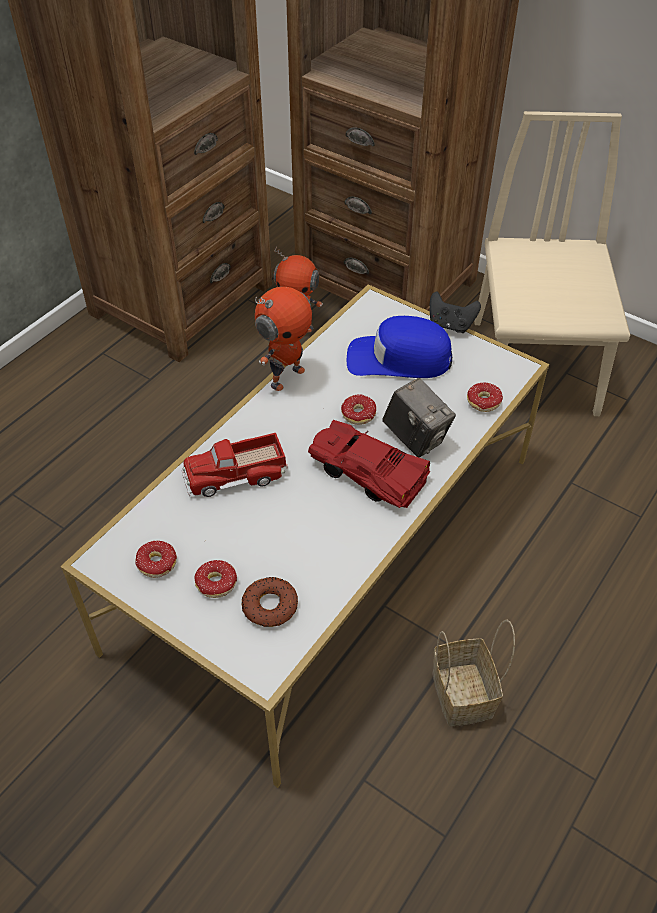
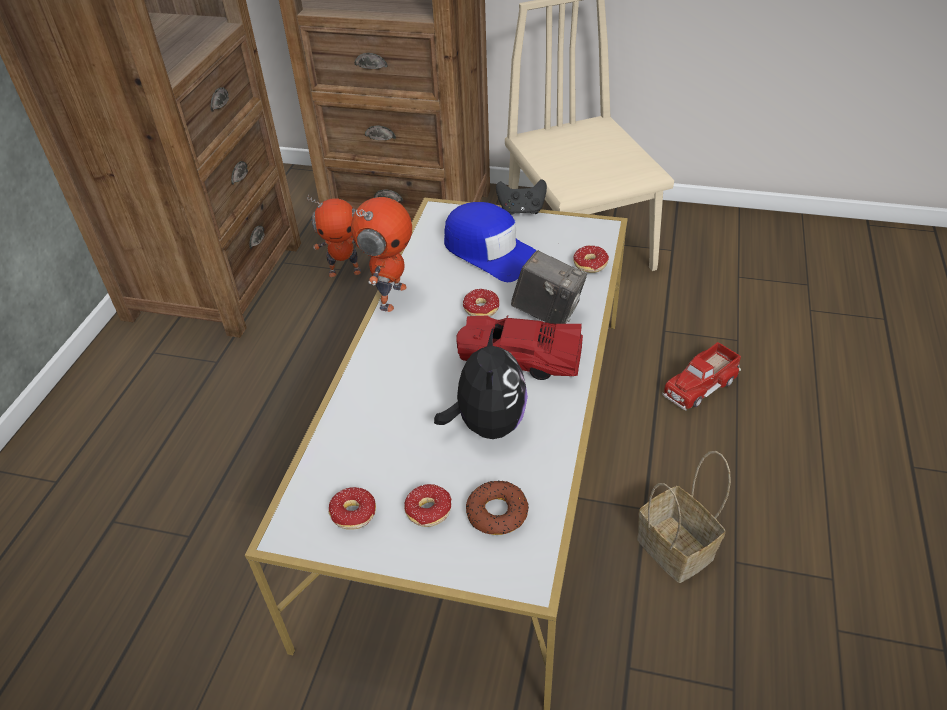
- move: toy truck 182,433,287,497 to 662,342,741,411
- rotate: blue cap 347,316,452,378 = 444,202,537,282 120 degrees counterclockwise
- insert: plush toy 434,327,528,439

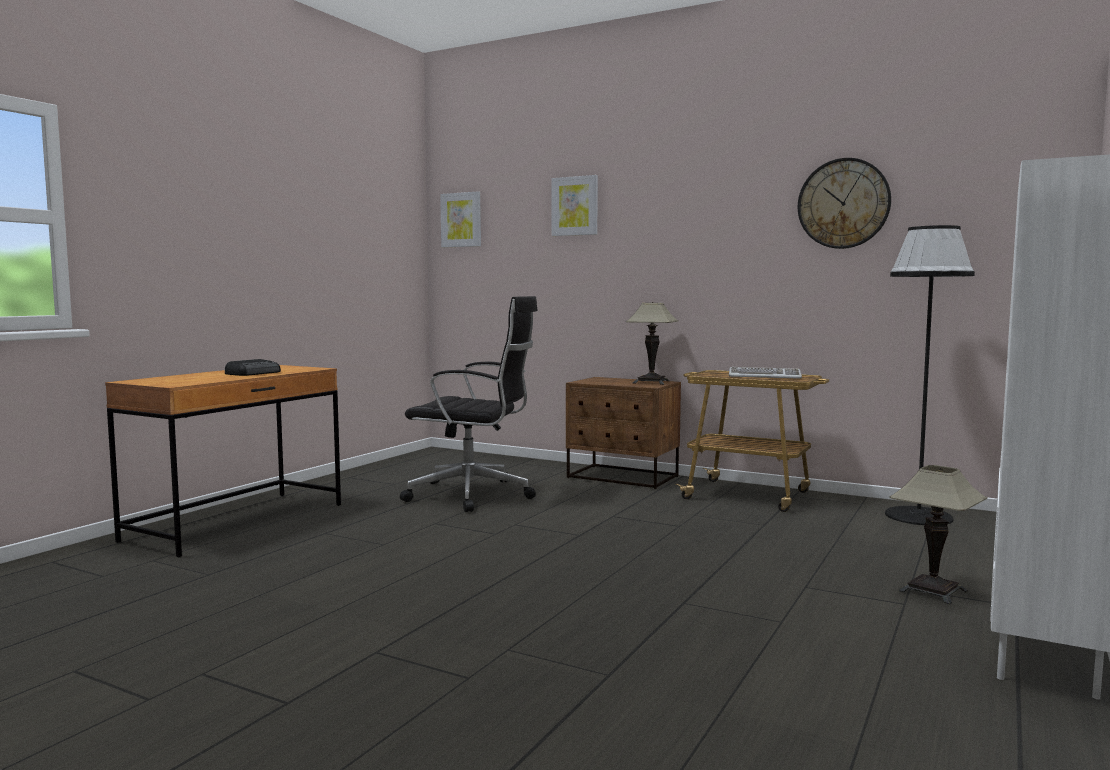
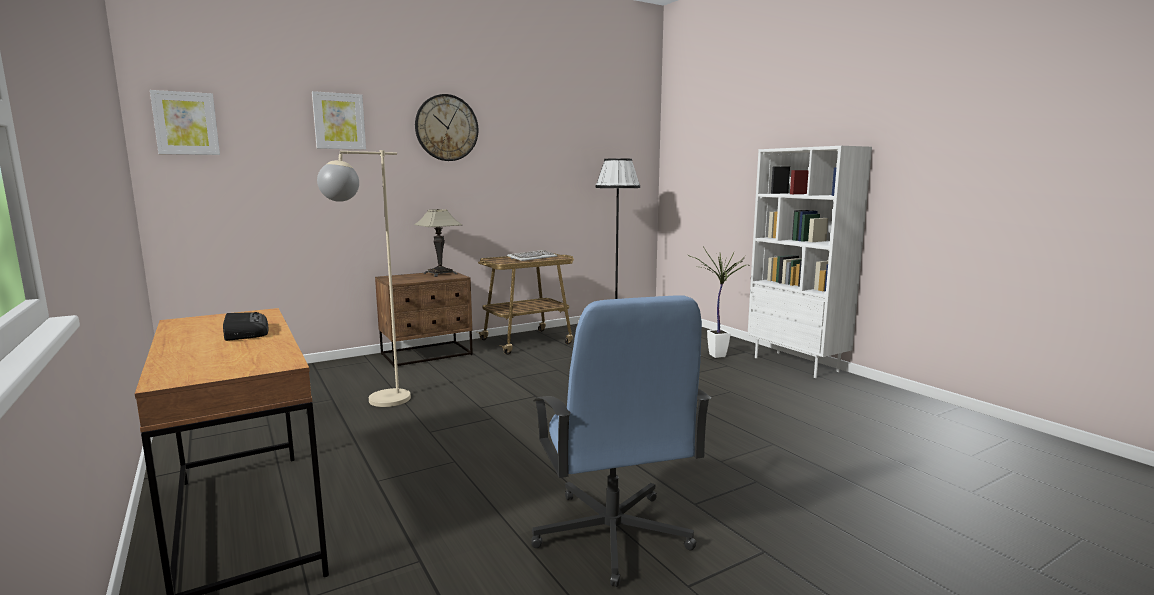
- replace: black office chair 400,296,538,512 to beige floor lamp 317,150,411,407
- move: wall clock 798,158,891,249 to 415,94,478,161
- replace: table lamp 889,465,987,605 to potted plant 687,246,746,358
- insert: blue office chair 531,296,711,587

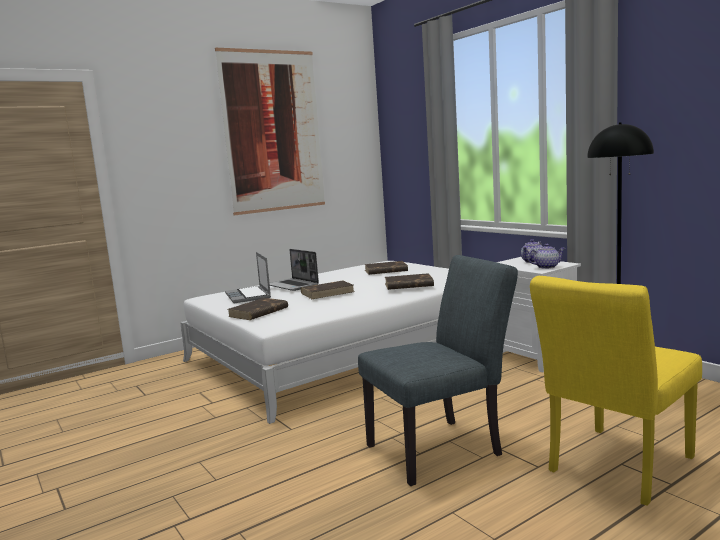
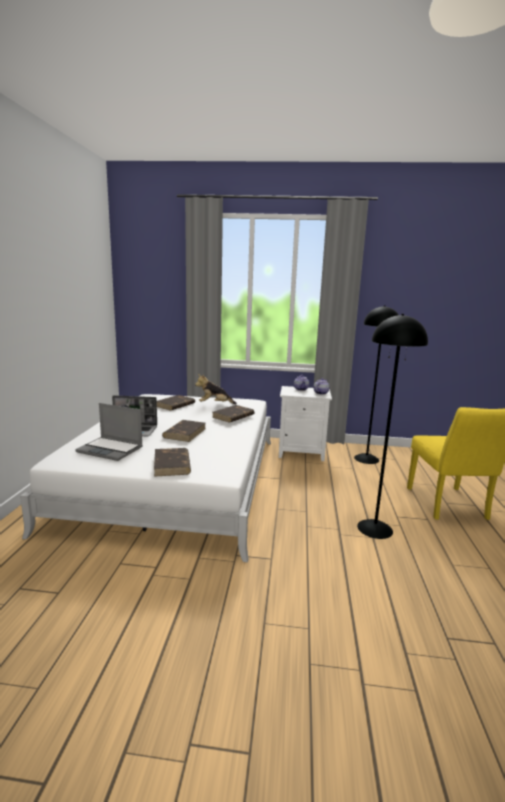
- delete: picture 215,48,325,215
- replace: grey chair 358,255,518,486 to black floor lamp 357,314,428,539
- insert: plush toy 195,374,237,404

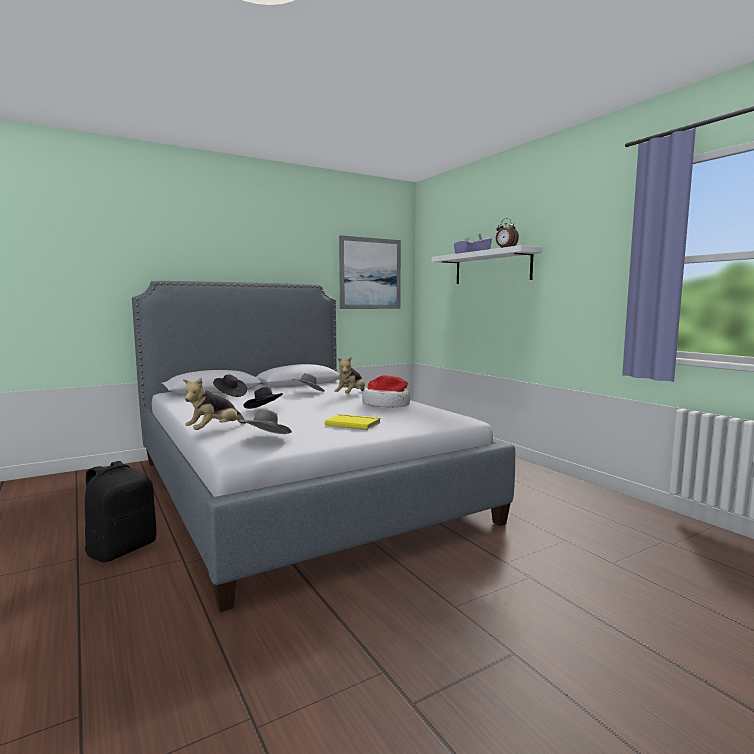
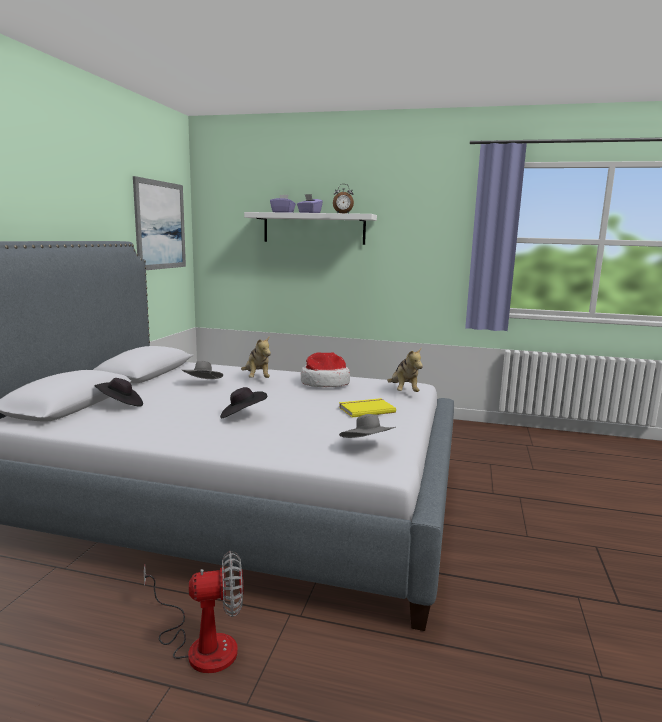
- replace: black backpack 85,461,157,562 to fan 144,551,243,673
- move: plush toy 183,378,246,430 to 387,347,423,392

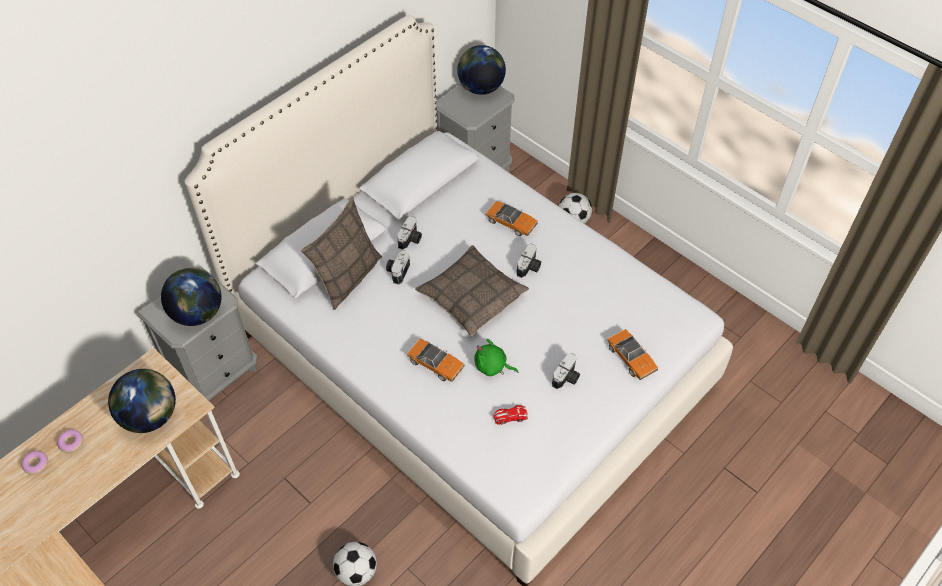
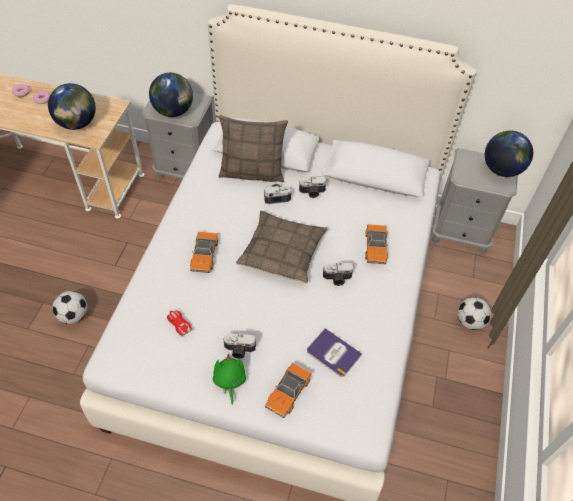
- move: green plush toy 474,339,518,376 to 213,354,246,405
- insert: book 307,328,362,377

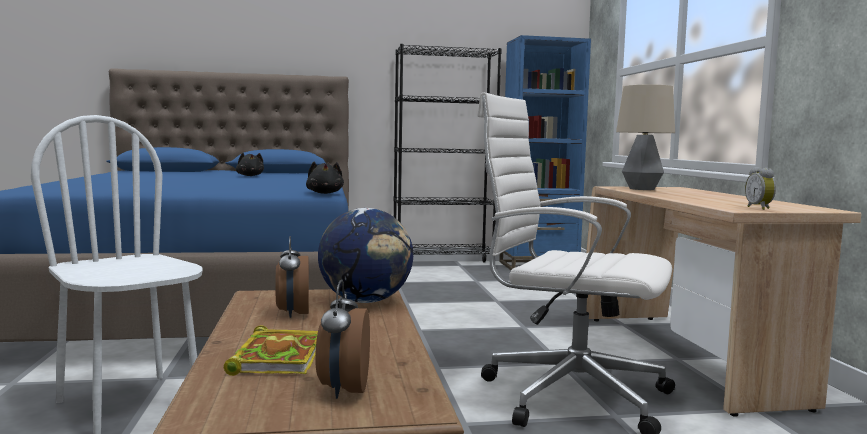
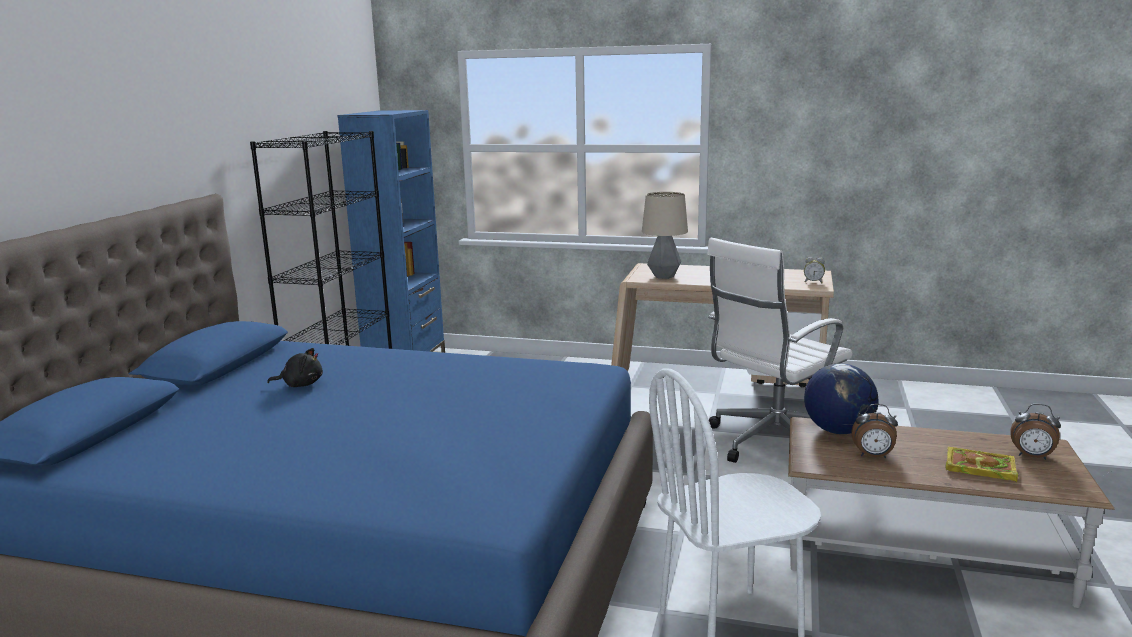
- delete: black plush toy 306,161,344,194

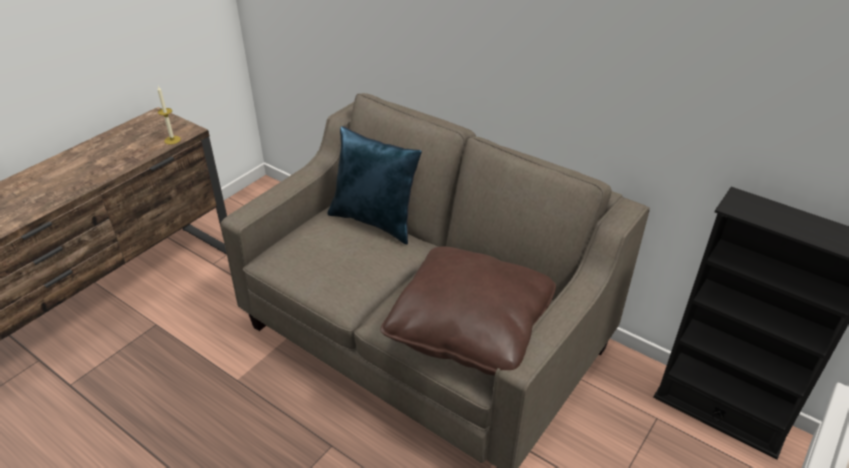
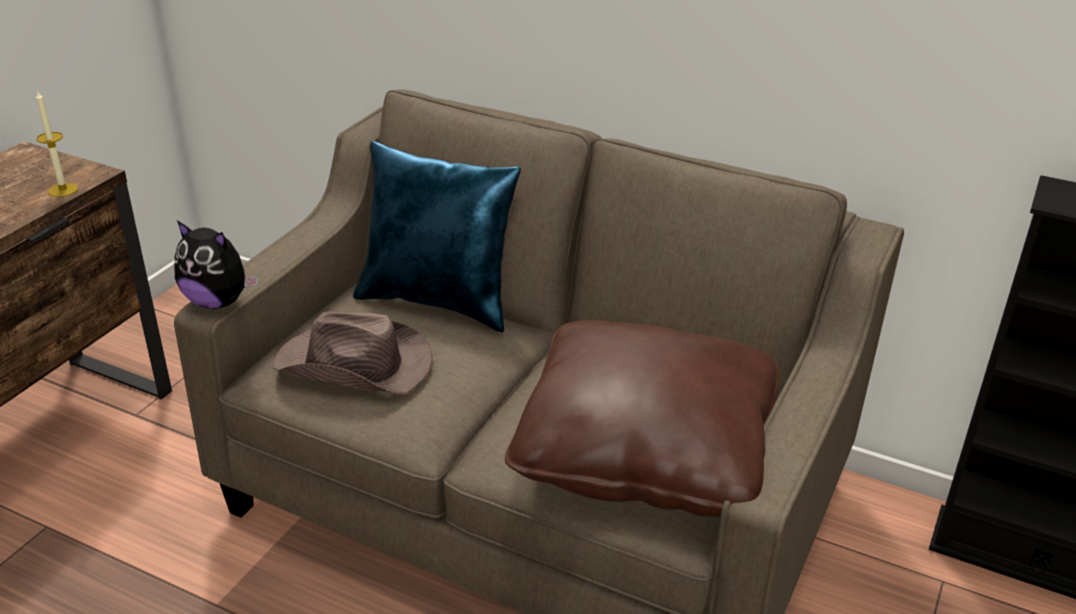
- insert: plush toy 174,220,258,309
- insert: brown hat 273,311,433,394

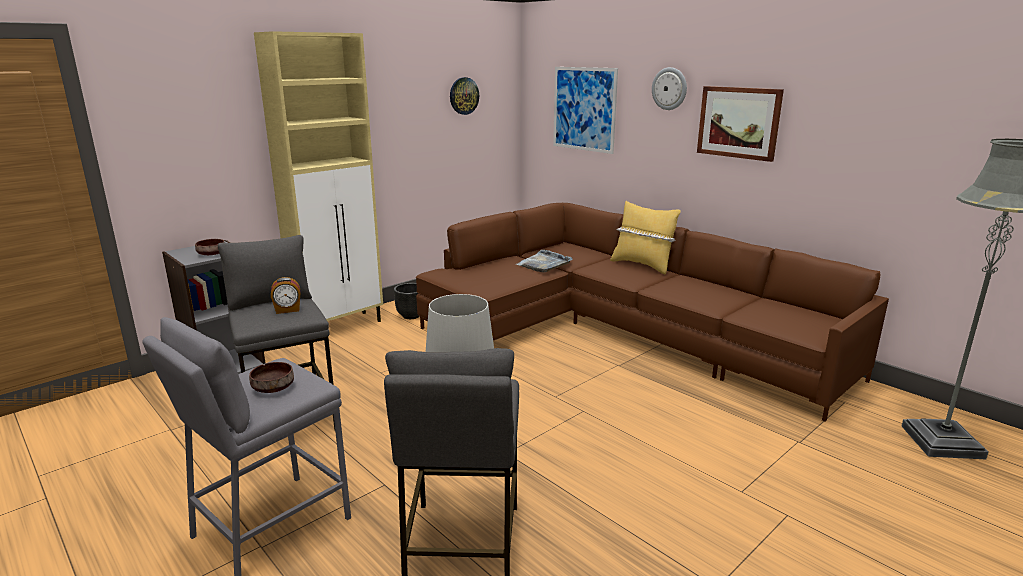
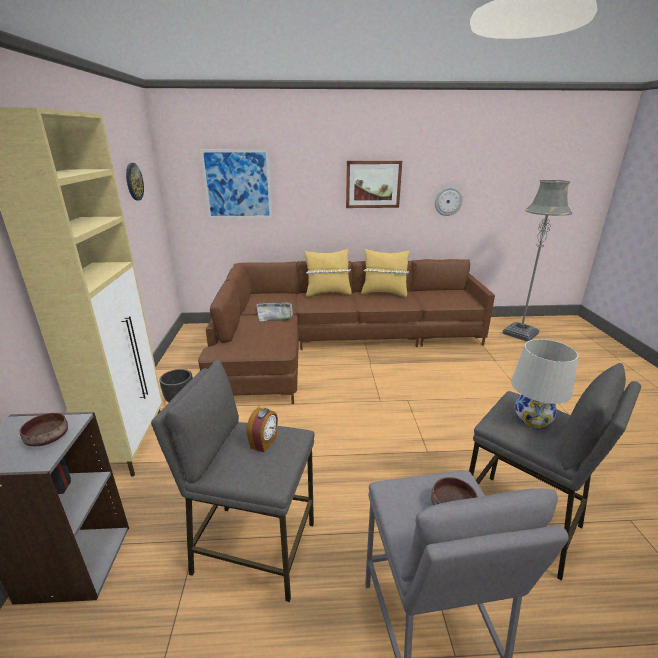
- move: wall clock 652,67,687,110 to 435,187,463,216
- insert: yellow pillow 361,249,410,297

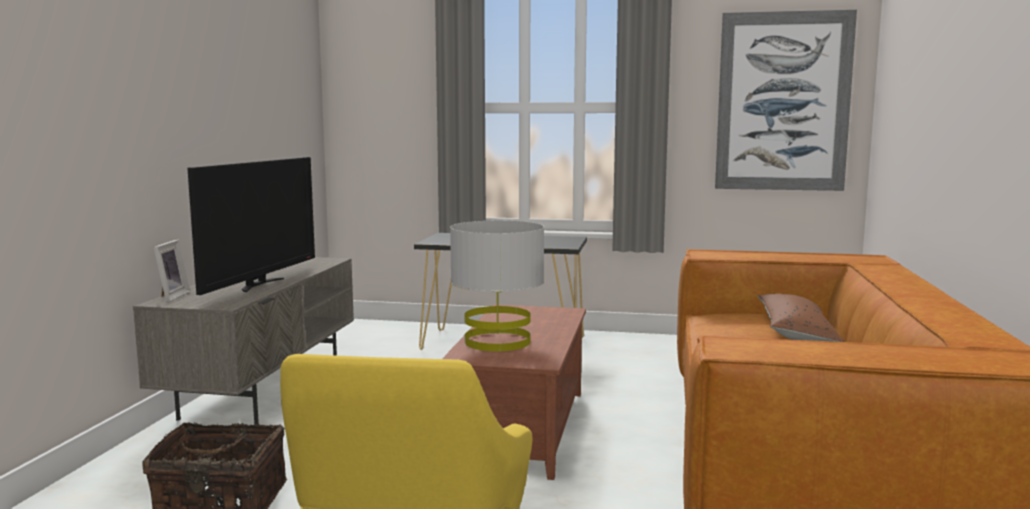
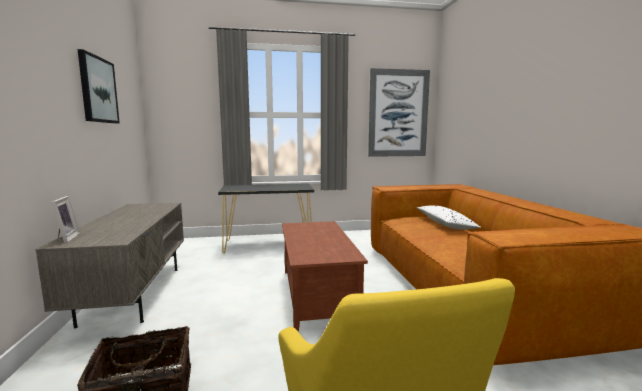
- delete: television 187,157,315,295
- delete: grey table lamp 450,221,544,351
- recolor: brown pillow 758,294,845,342 to white pillow 417,206,481,230
- insert: picture 78,49,120,123

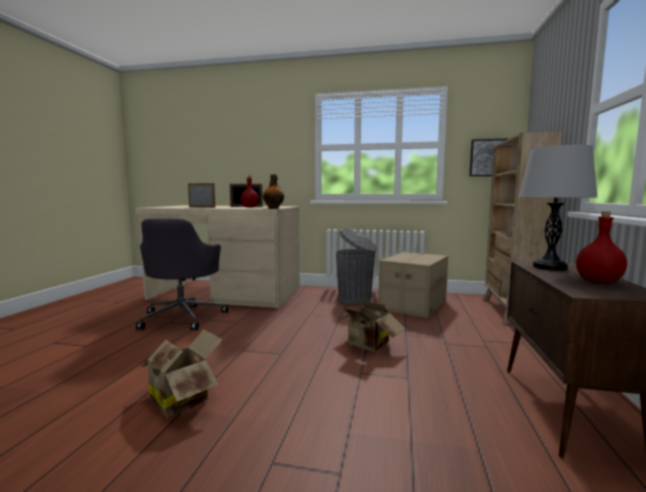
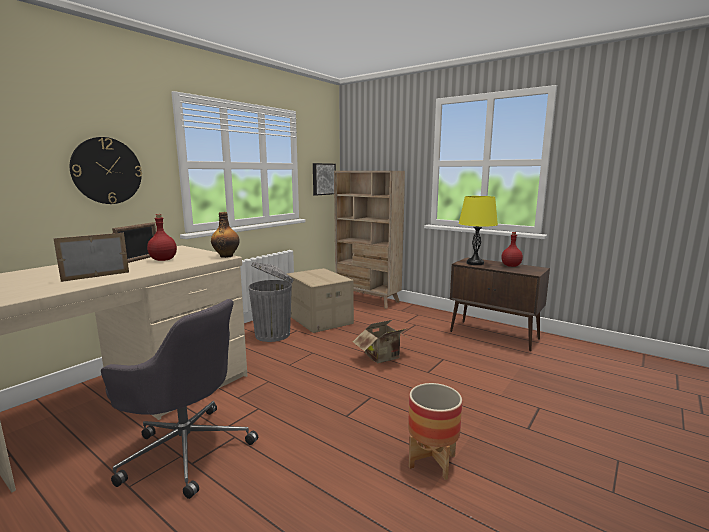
- replace: cardboard box 140,329,223,417 to planter 408,383,462,480
- recolor: grey table lamp 519,145,597,271 to yellow table lamp 459,196,498,265
- insert: wall clock 70,137,142,204

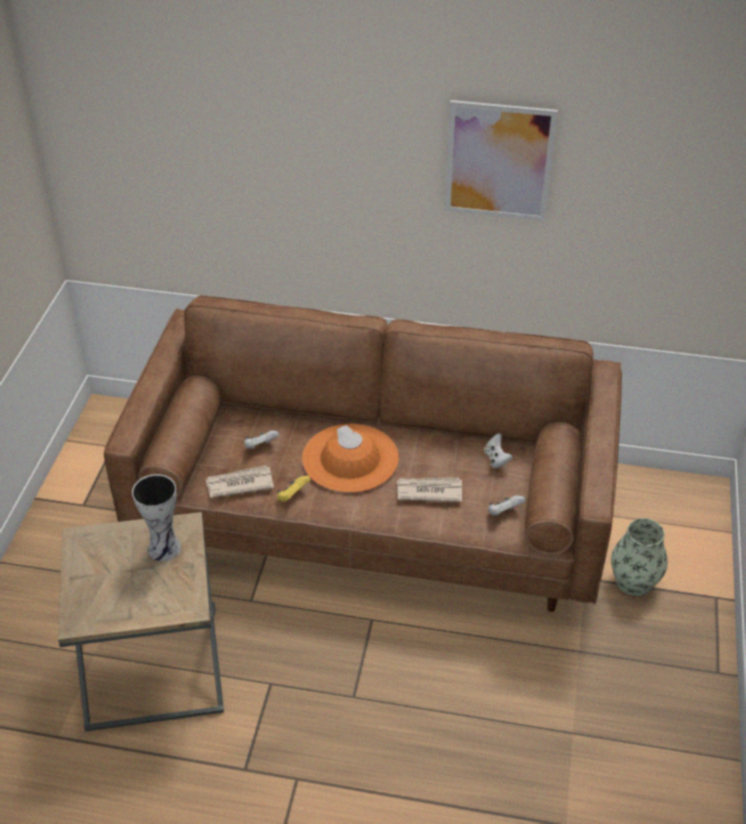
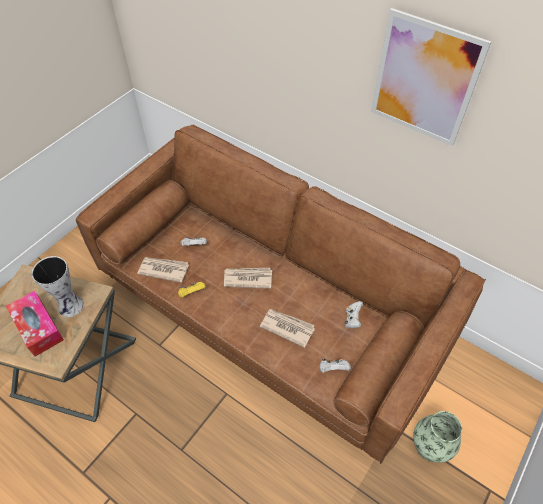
- replace: orange hat 302,424,399,493 to newspaper 224,268,272,289
- insert: tissue box 6,291,64,357

